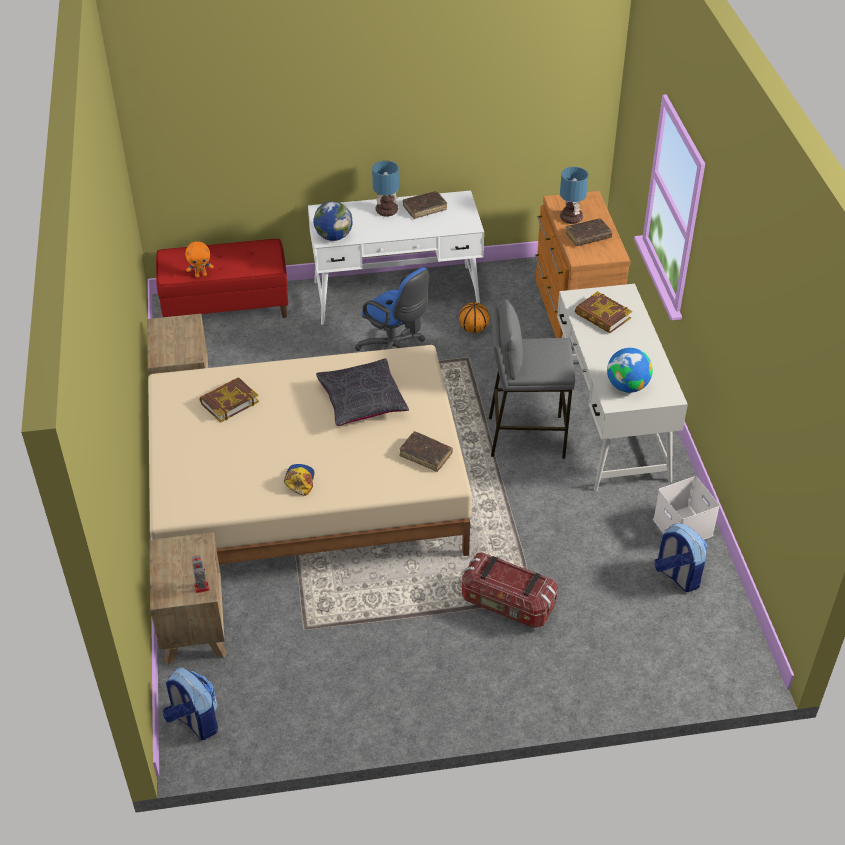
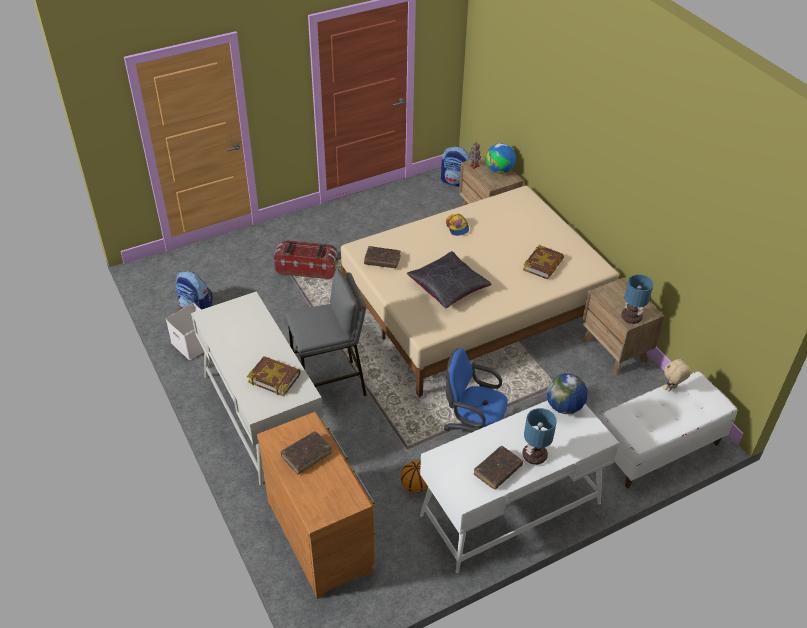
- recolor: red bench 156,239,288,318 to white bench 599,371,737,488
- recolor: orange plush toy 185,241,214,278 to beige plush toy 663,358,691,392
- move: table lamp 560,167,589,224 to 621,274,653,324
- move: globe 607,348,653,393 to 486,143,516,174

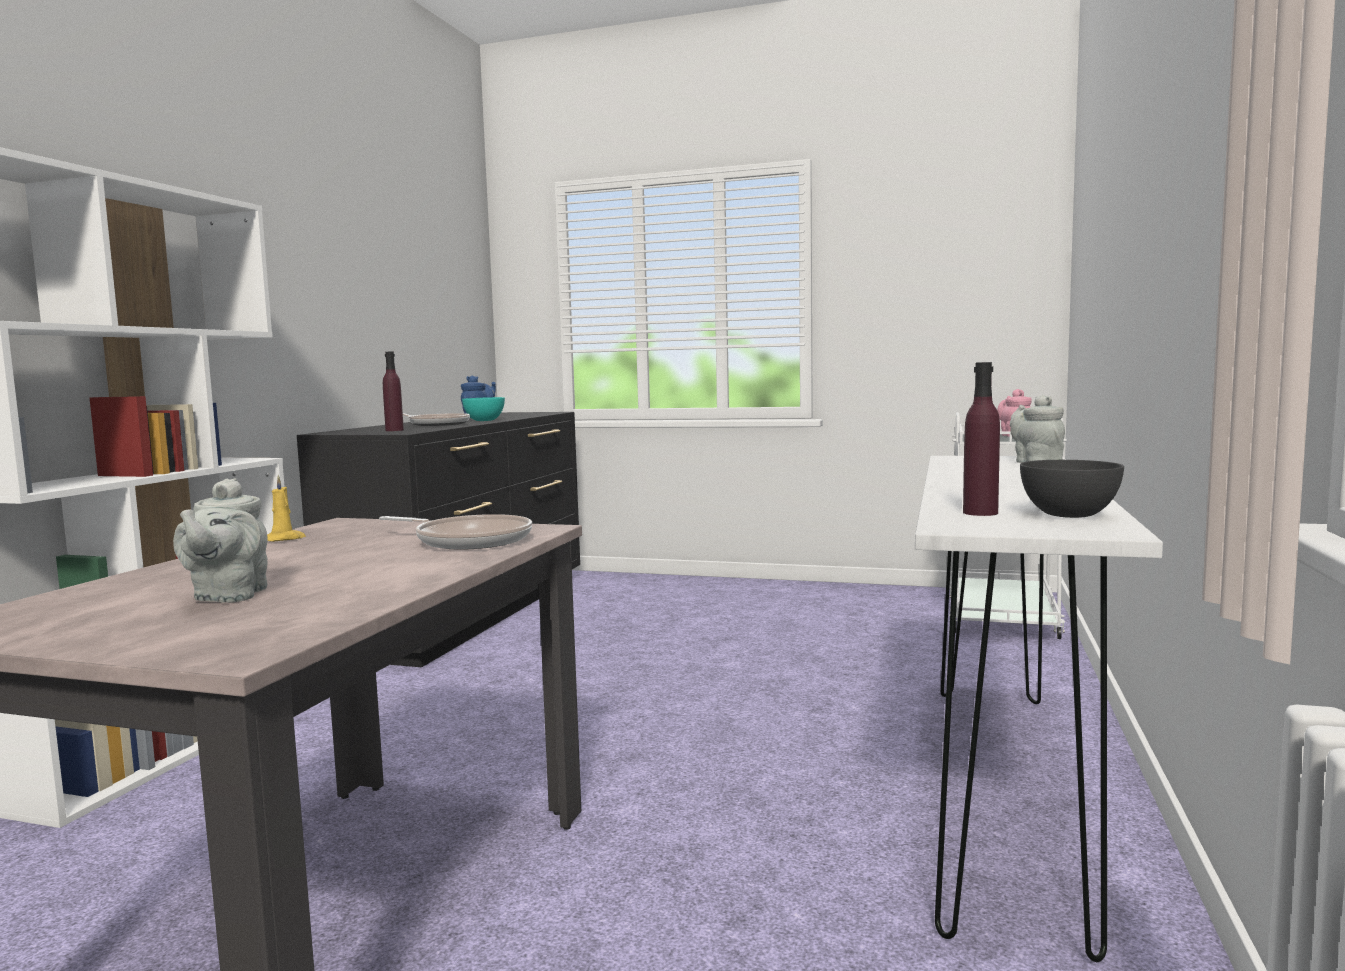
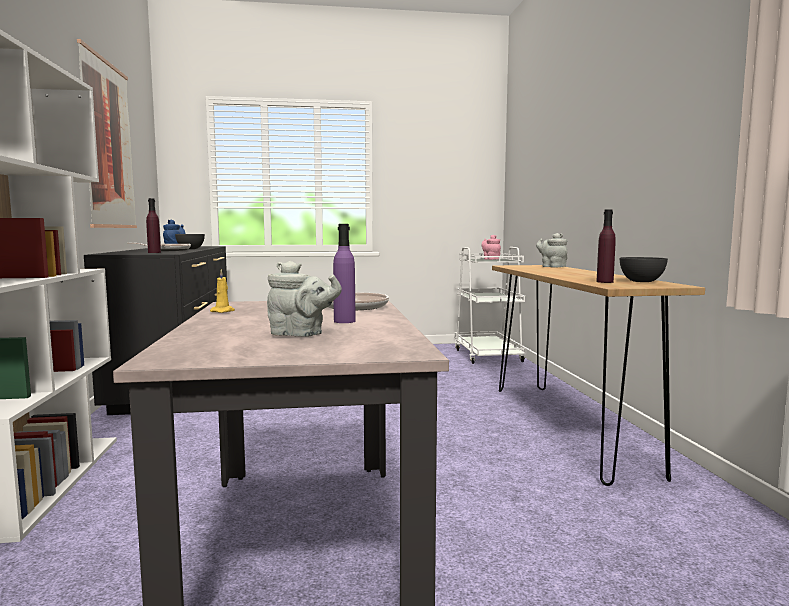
- rotate: grey teapot 173,478,268,603 = 267,261,342,337 45 degrees counterclockwise
- recolor: turquoise bowl 462,397,505,421 to grey bowl 175,234,205,249
- recolor: white console table 915,456,1163,962 to brown console table 492,265,705,486
- insert: picture 77,39,137,228
- insert: purple bottle 333,224,356,323

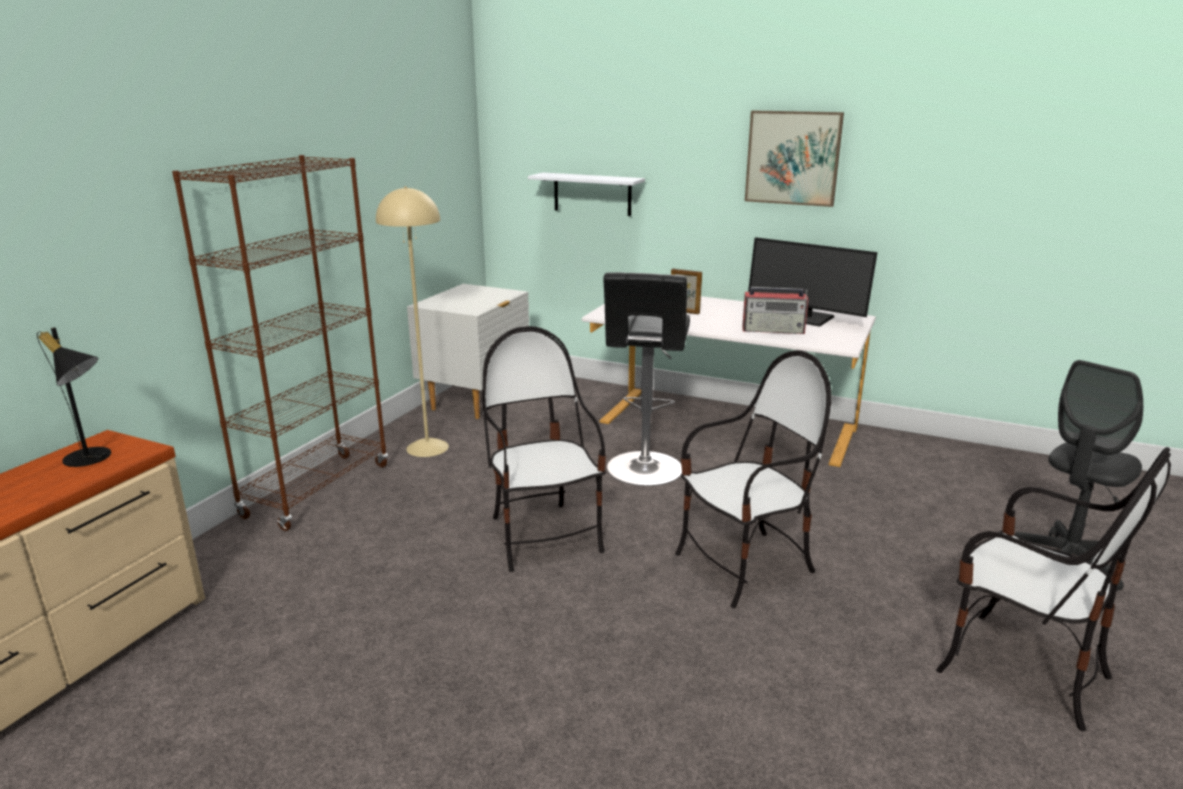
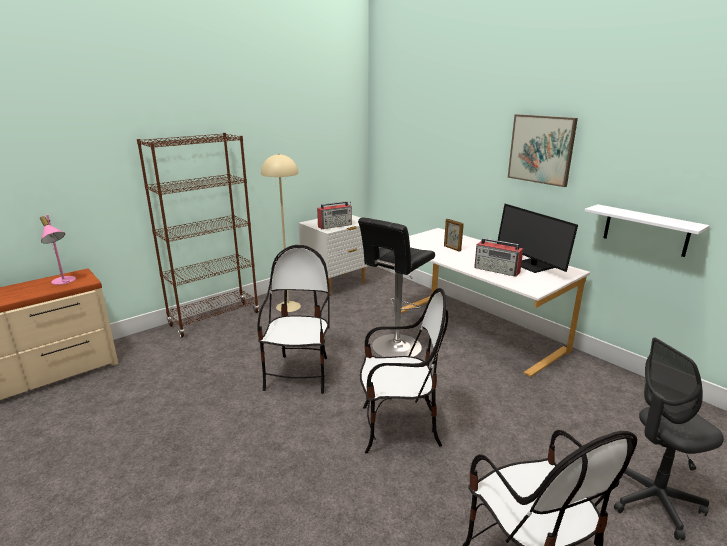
- recolor: black table lamp 37,327,111,467 to pink table lamp 40,215,76,285
- move: white shelf 528,172,645,216 to 584,204,710,257
- insert: radio 317,201,352,229

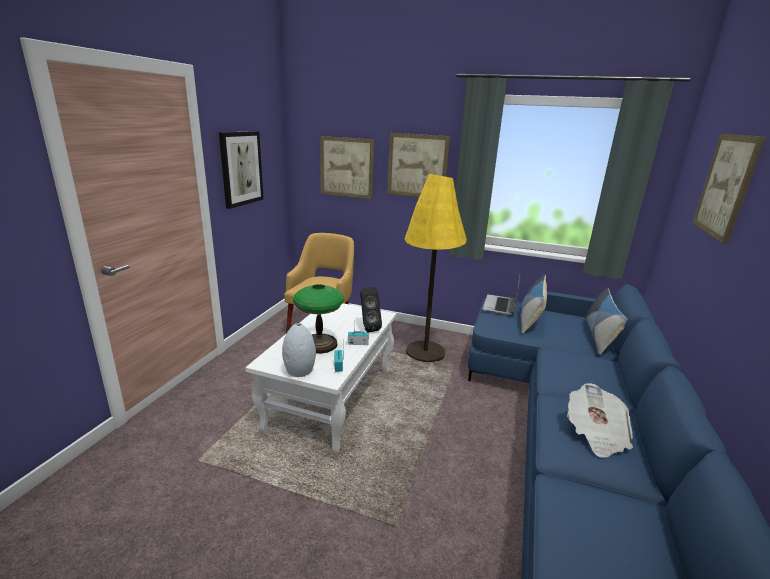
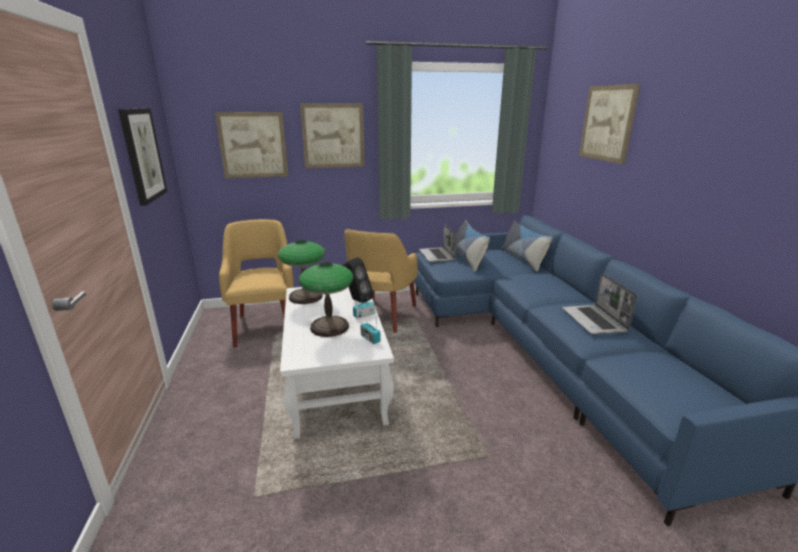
- delete: grey vase 282,323,316,377
- replace: yellow floor lamp 405,174,467,362 to yellow armchair 344,229,418,333
- replace: newspaper 567,383,633,458 to laptop 562,273,637,334
- insert: table lamp 278,240,325,304

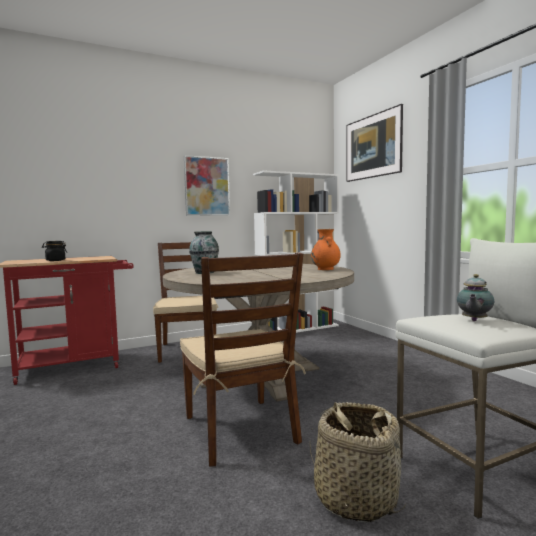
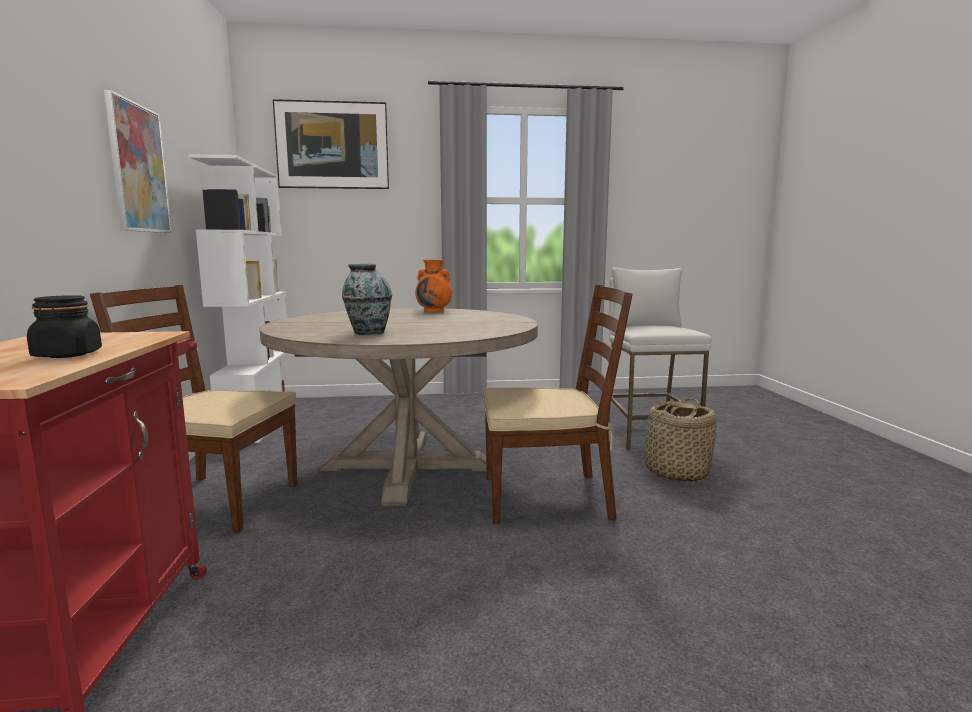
- delete: teapot 457,274,494,321

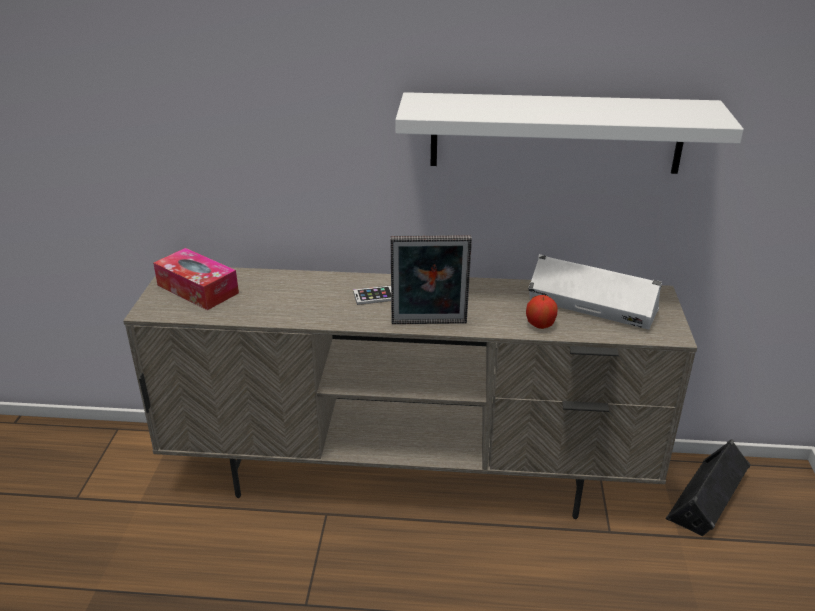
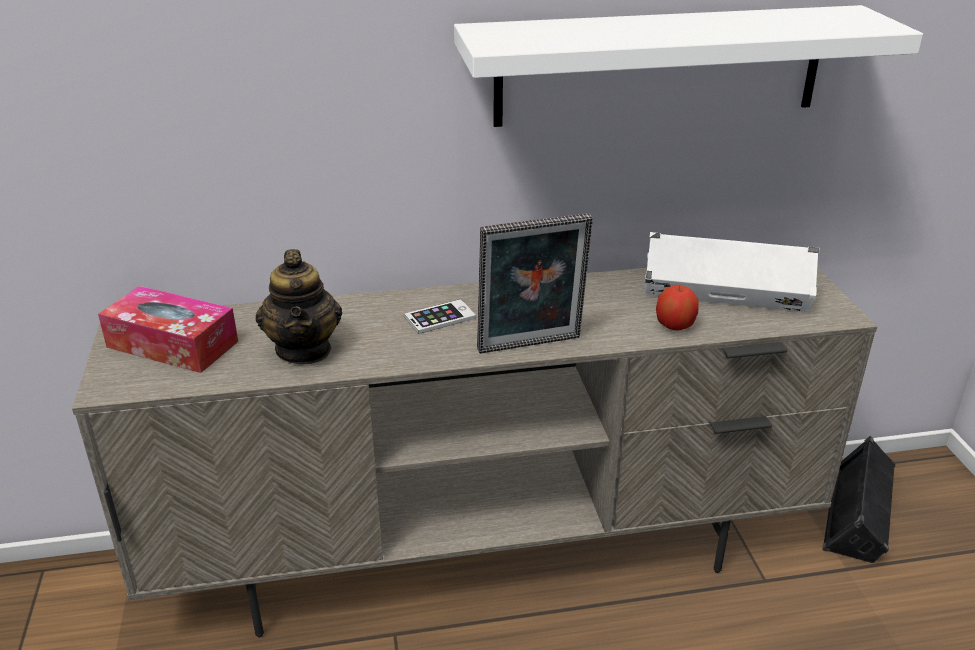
- insert: teapot 256,249,342,364

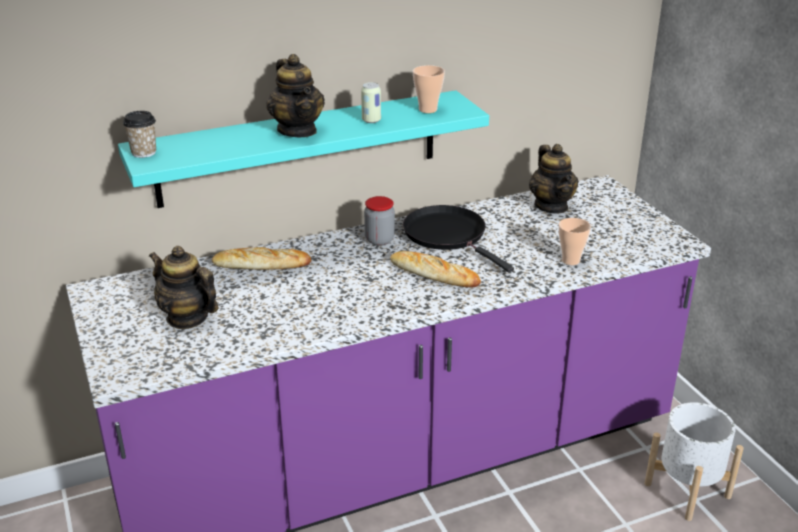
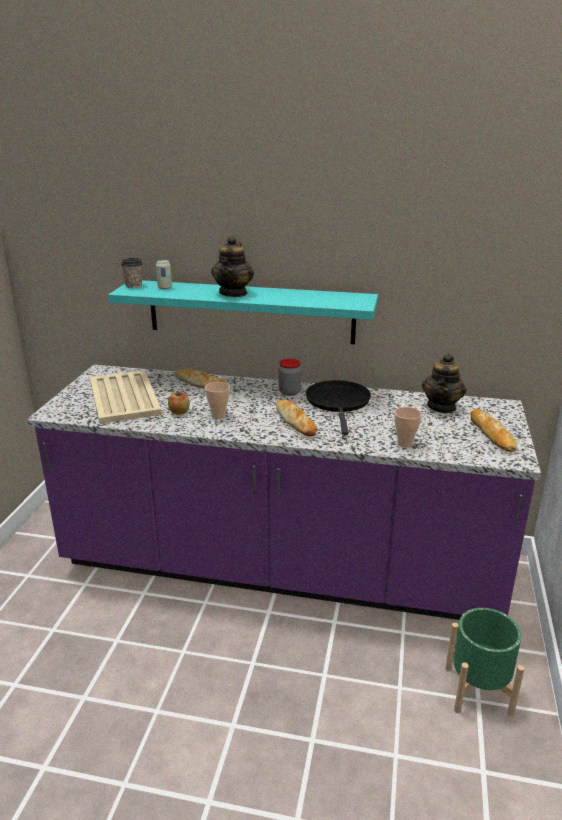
- replace: teapot 149,246,218,329 to beige tray 90,370,162,424
- move: can 361,82,381,123 to 156,260,172,289
- move: cup 413,65,445,113 to 205,382,230,419
- recolor: white planter 645,402,744,521 to green planter 445,608,525,716
- insert: apple 168,392,190,415
- insert: bread 471,409,517,452

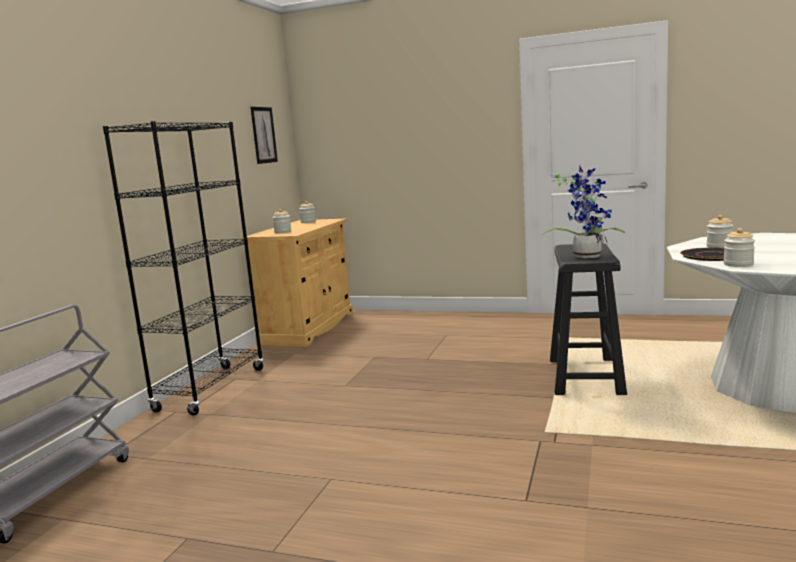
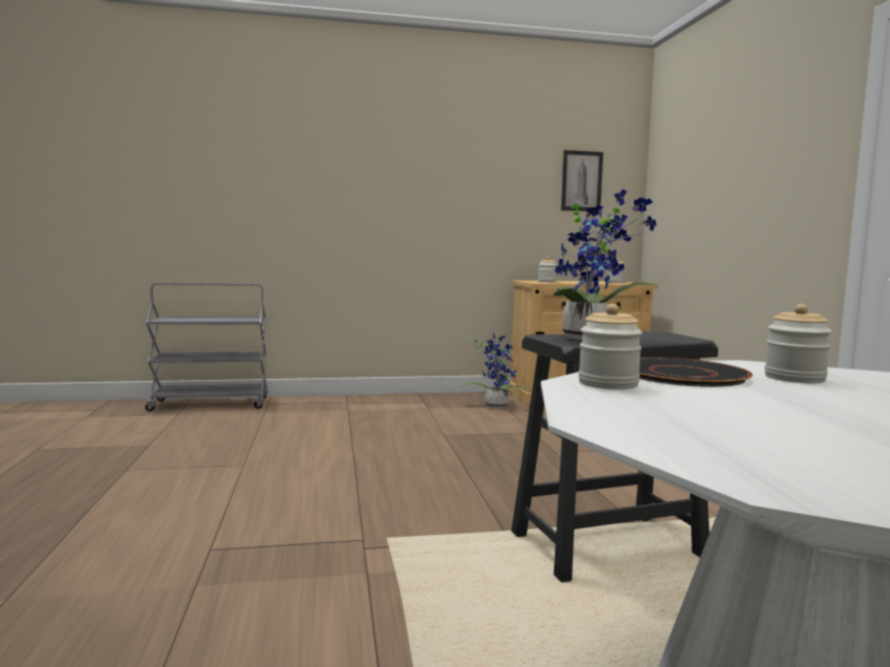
- delete: black bookcase 103,121,264,415
- insert: potted plant 461,332,526,408

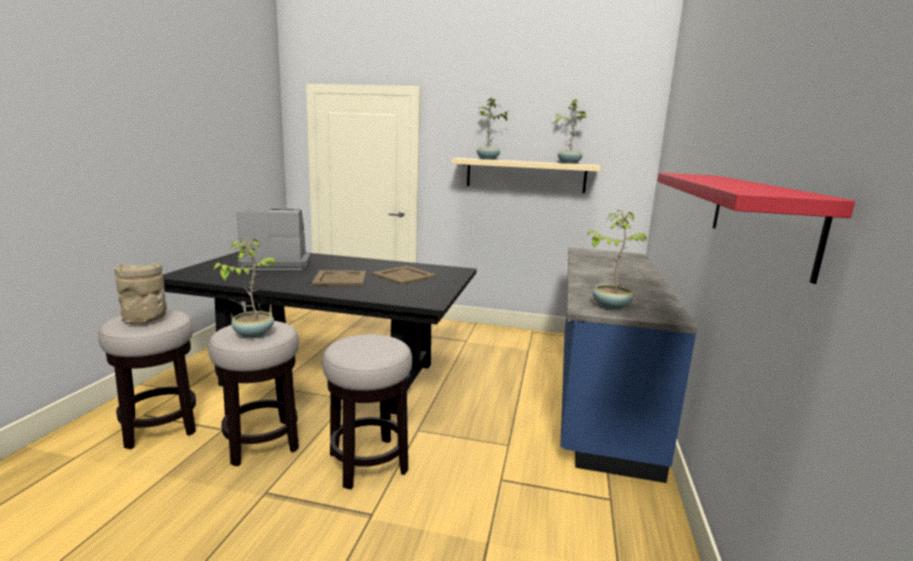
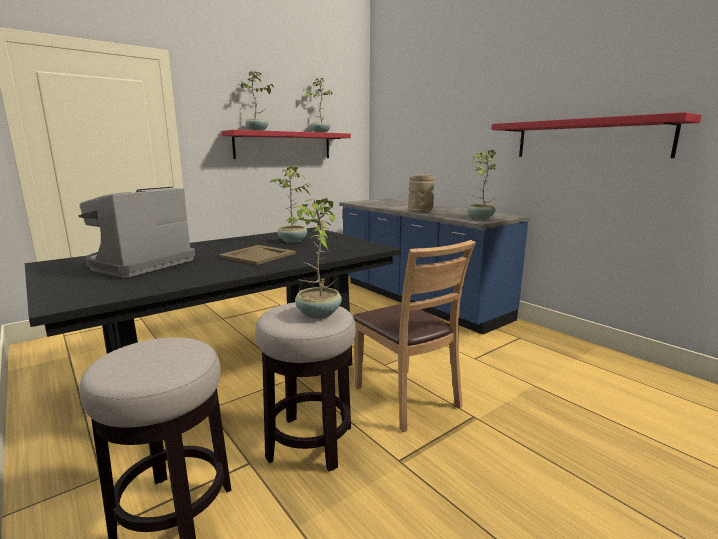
- move: beige vase 114,262,167,325 to 408,175,435,212
- replace: stool 322,334,412,490 to brown chair 353,240,476,432
- replace: beige tray 372,266,437,285 to potted plant 269,166,312,243
- recolor: beige shelf 451,158,601,193 to red shelf 222,130,351,159

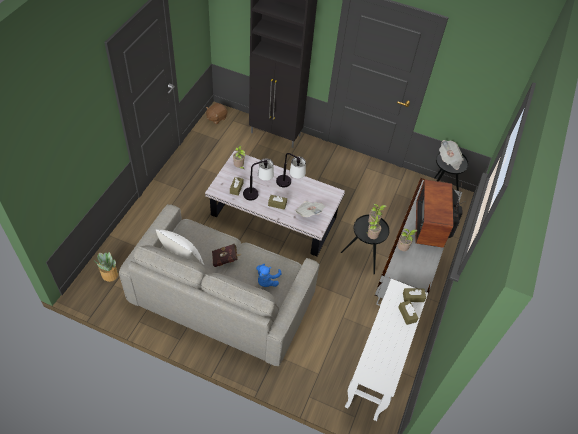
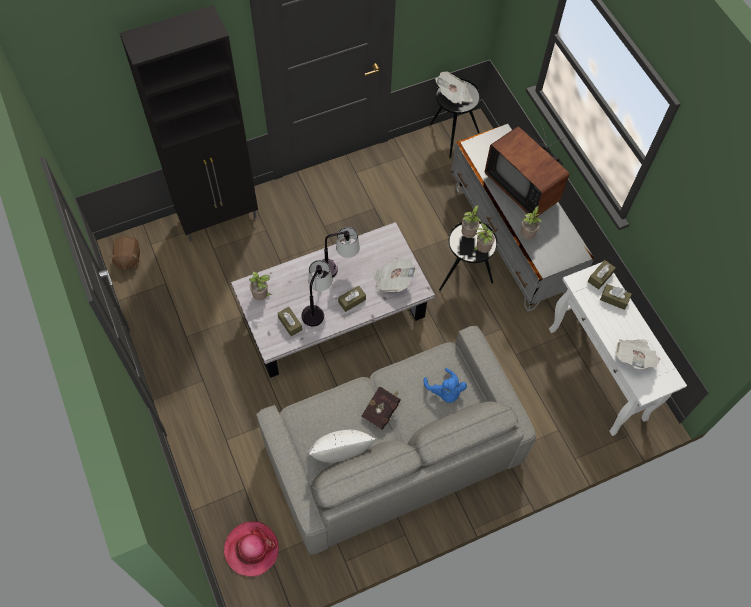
- replace: potted plant 94,252,118,282 to hat 224,521,279,577
- insert: newspaper 615,339,660,369

